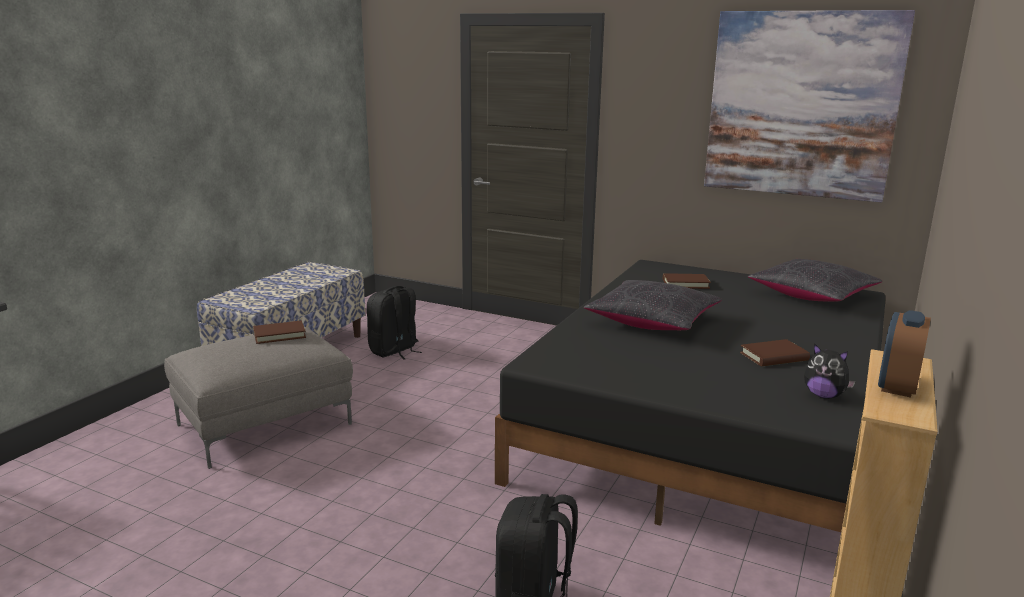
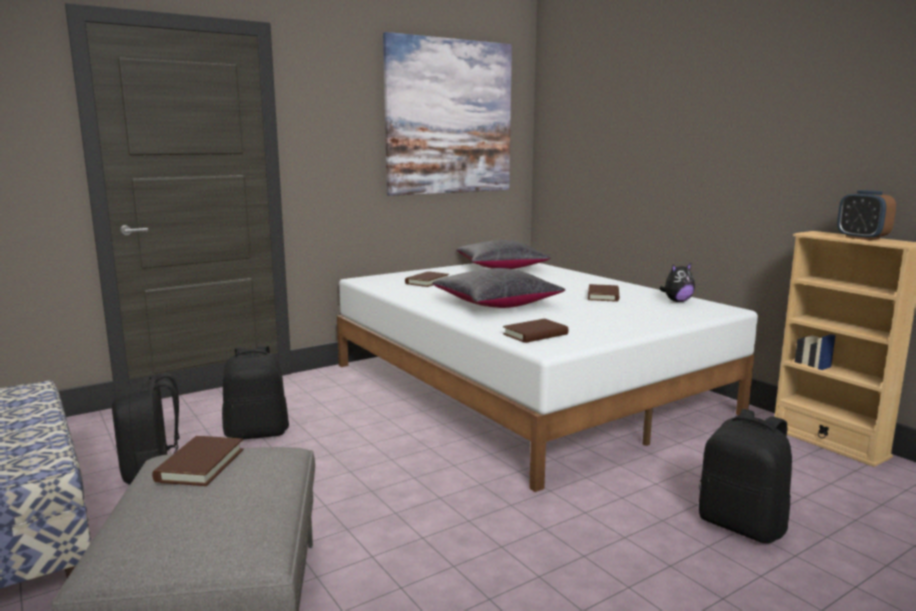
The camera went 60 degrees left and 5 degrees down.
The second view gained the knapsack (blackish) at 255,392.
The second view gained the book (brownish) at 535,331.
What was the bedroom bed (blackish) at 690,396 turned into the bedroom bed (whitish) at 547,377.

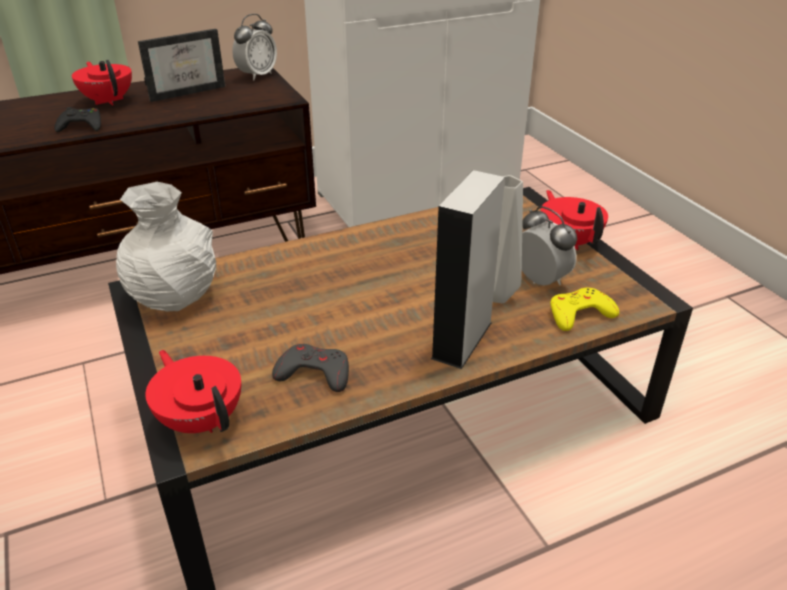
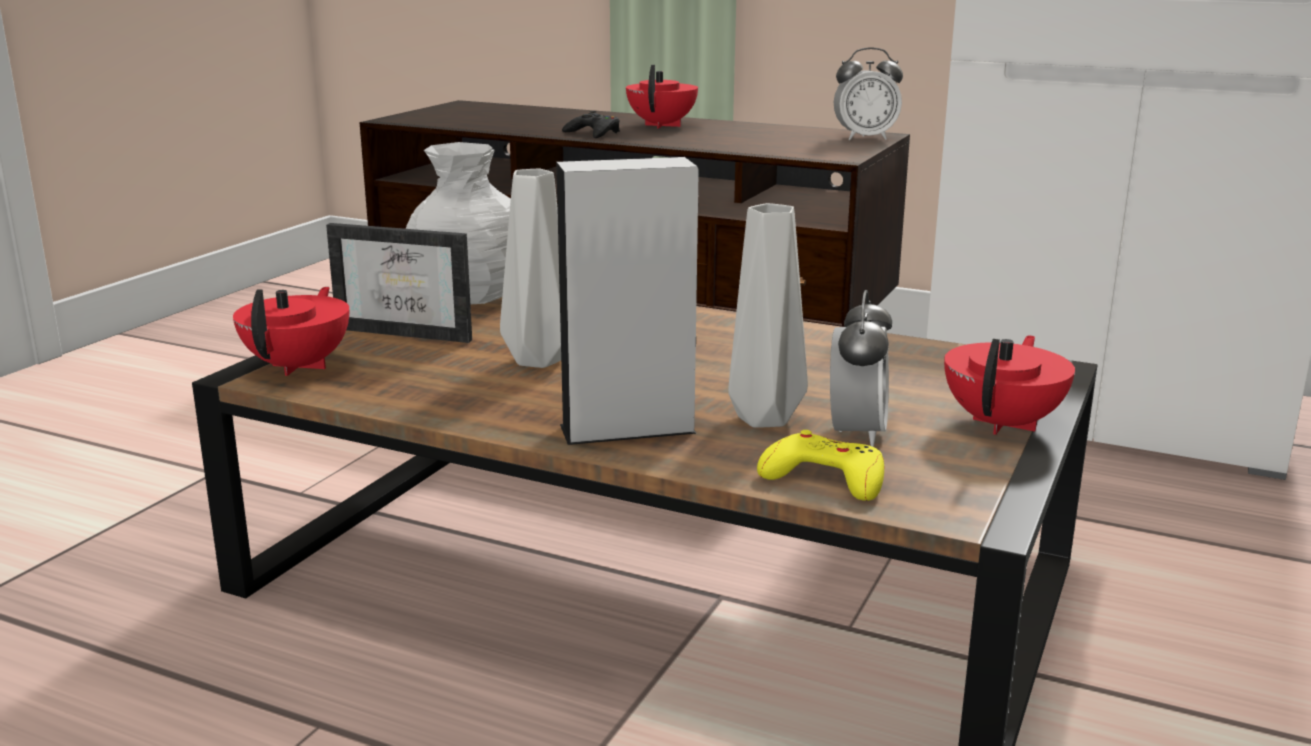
The camera went 50 degrees right and 15 degrees down.
The second view lost the joypad (gray) at 310,368.
The second view gained the vase (gray) at 530,268.
The standing frame ended up elsewhere, having gone from 181,65 to 399,283.

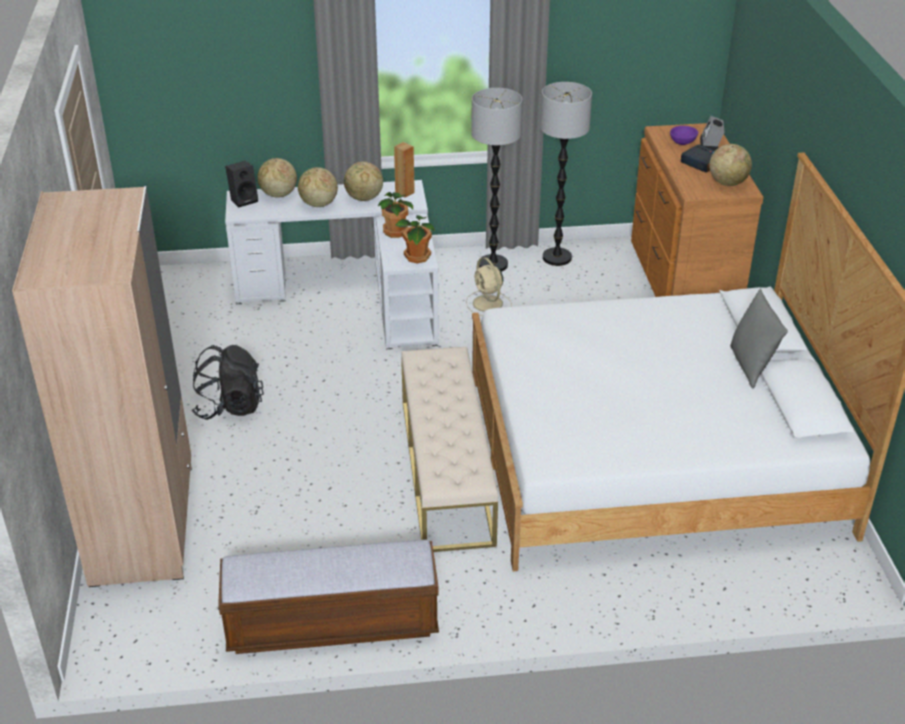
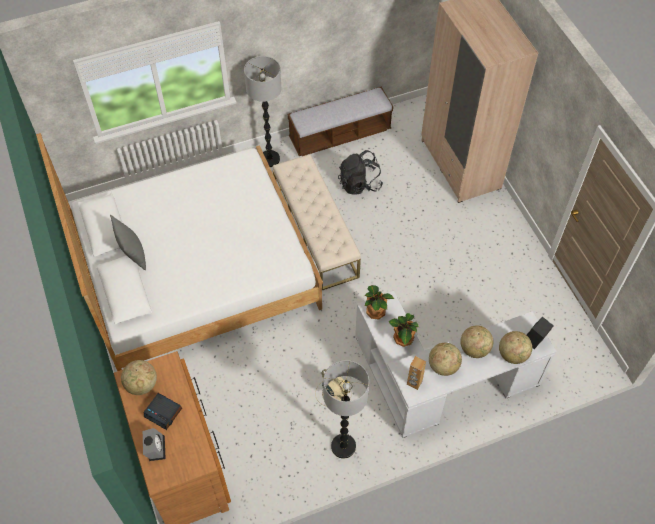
The camera went 165 degrees right and 20 degrees up.
The second view lost the serving bowl (purple-coloured) at 684,135.
The knapsack (blackish) ended up elsewhere, having gone from 228,382 to 360,172.
The standing lamp ended up elsewhere, having gone from 566,174 to 262,111.

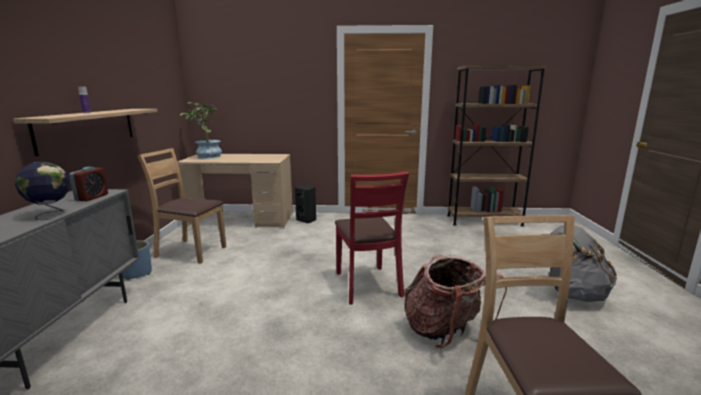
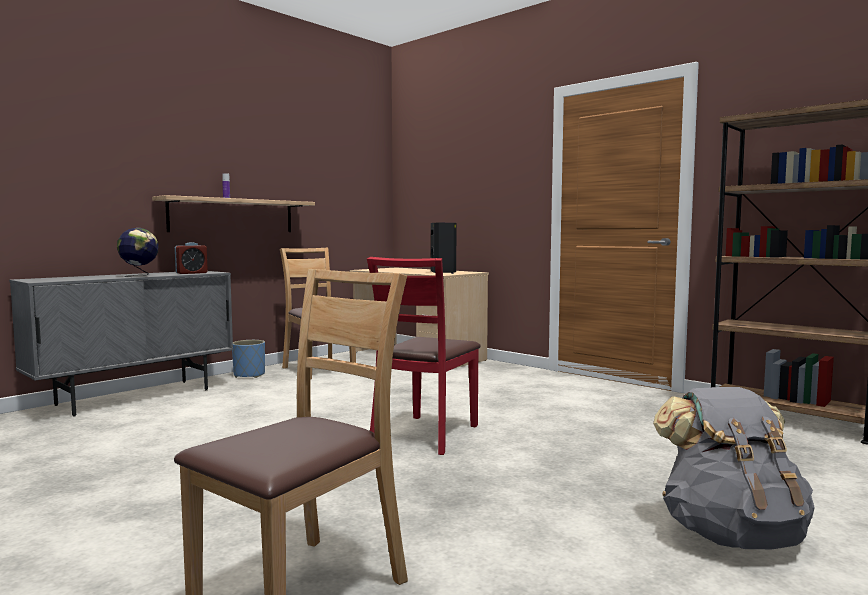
The camera went 40 degrees right and 10 degrees down.
The second view lost the potted plant at 201,130.
The second view lost the knapsack at 456,302.
The speaker (blackish) ended up elsewhere, having gone from 305,204 to 443,248.

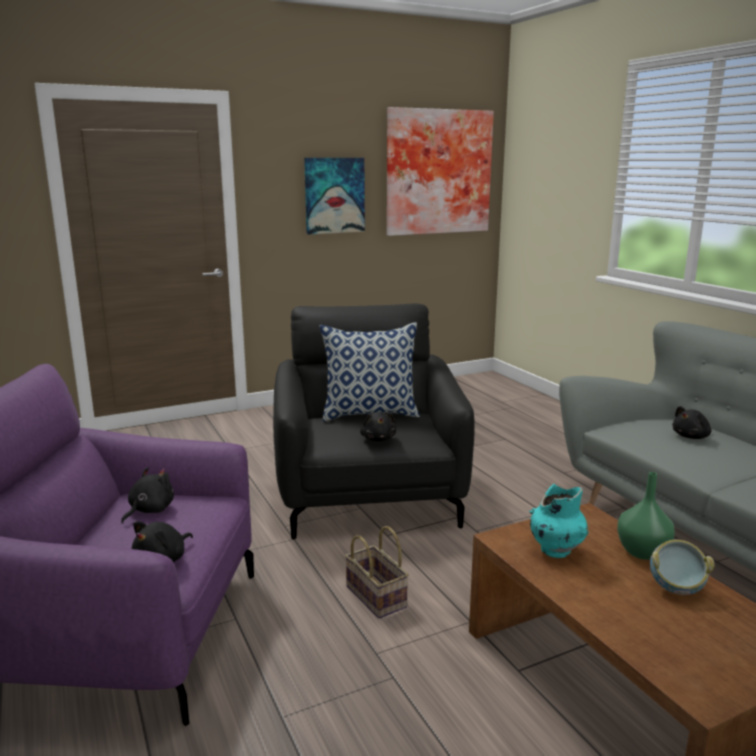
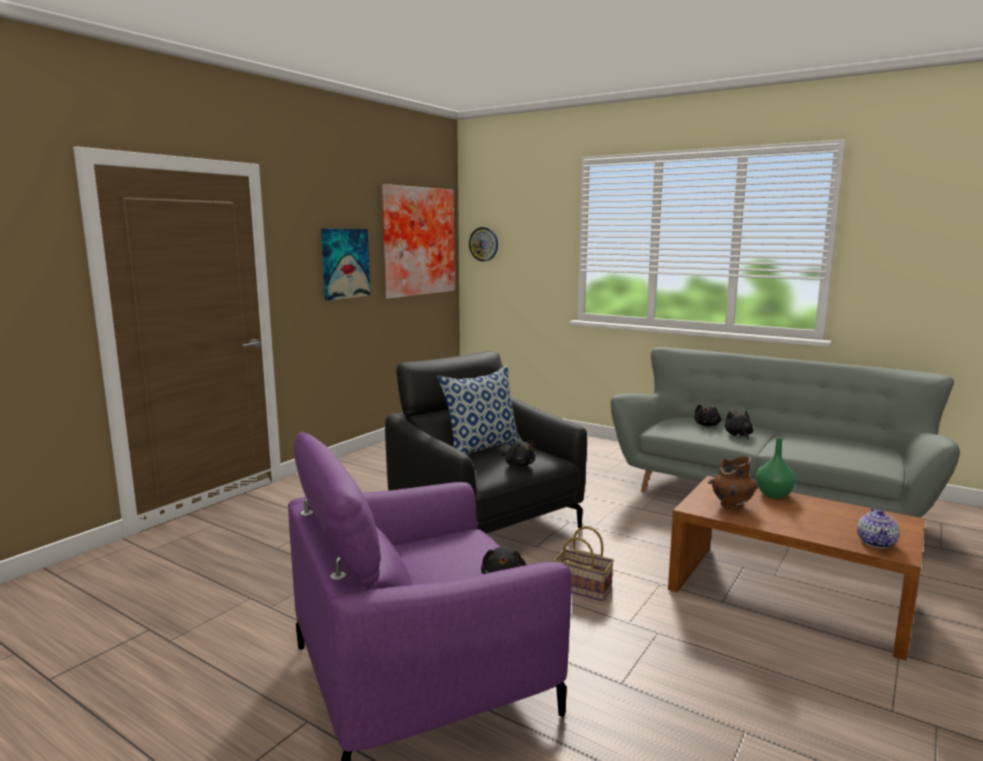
The camera went 30 degrees left and 5 degrees down.
The second view lost the serving bowl at 682,567.
The second view gained the wall clock at 483,244.
The second view gained the tea pot at 878,528.
The soft toy (blackish) ended up elsewhere, having gone from 147,495 to 739,425.
What was the vase (turquoise-coloured) at 559,521 turned into the vase (brownish) at 733,483.

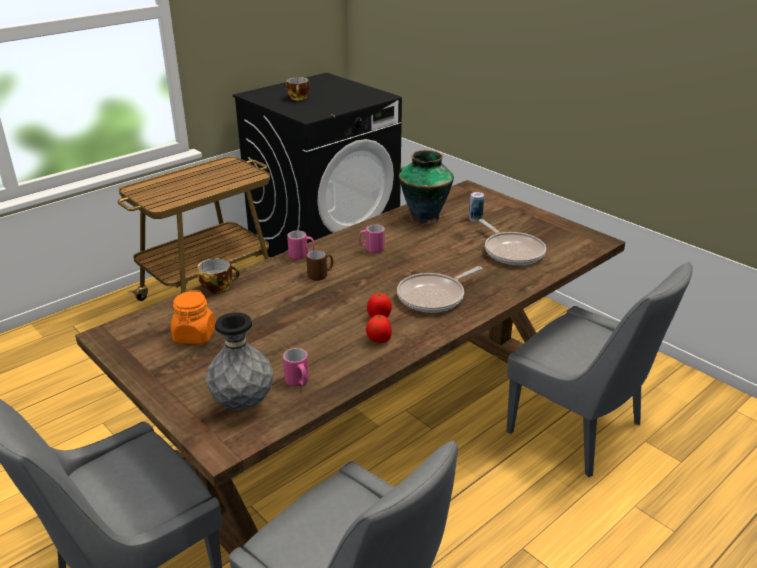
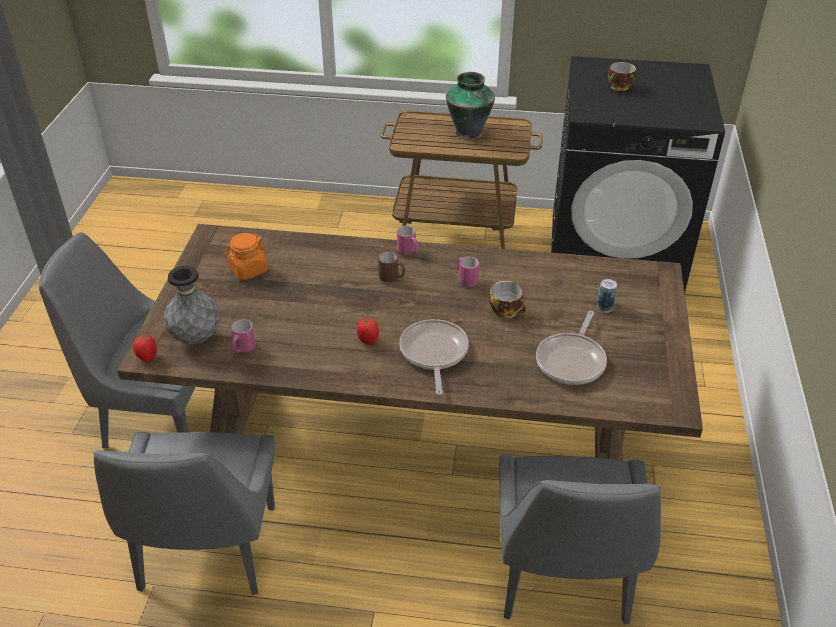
The camera went 50 degrees right and 10 degrees up.
The cup ended up elsewhere, having gone from 219,276 to 508,300.
The whole tomato ended up elsewhere, having gone from 379,328 to 145,348.
The vase ended up elsewhere, having gone from 426,187 to 470,106.
The skillet at 439,289 ended up facing another way, 75 degrees clockwise from before.

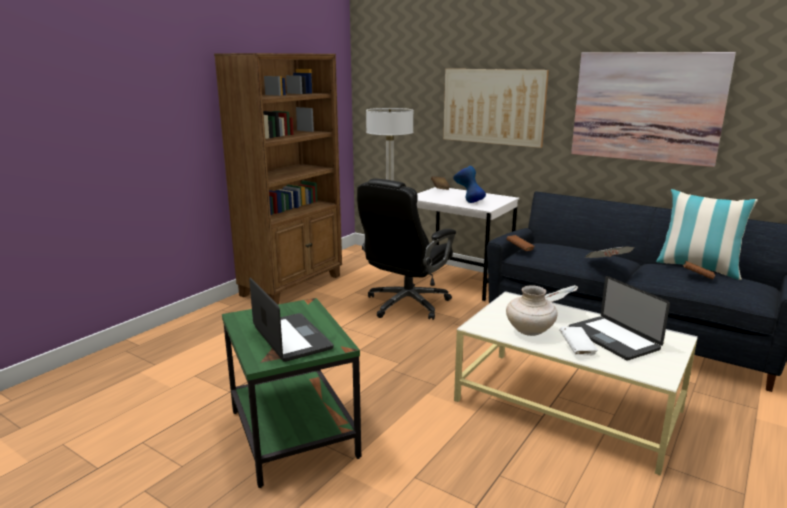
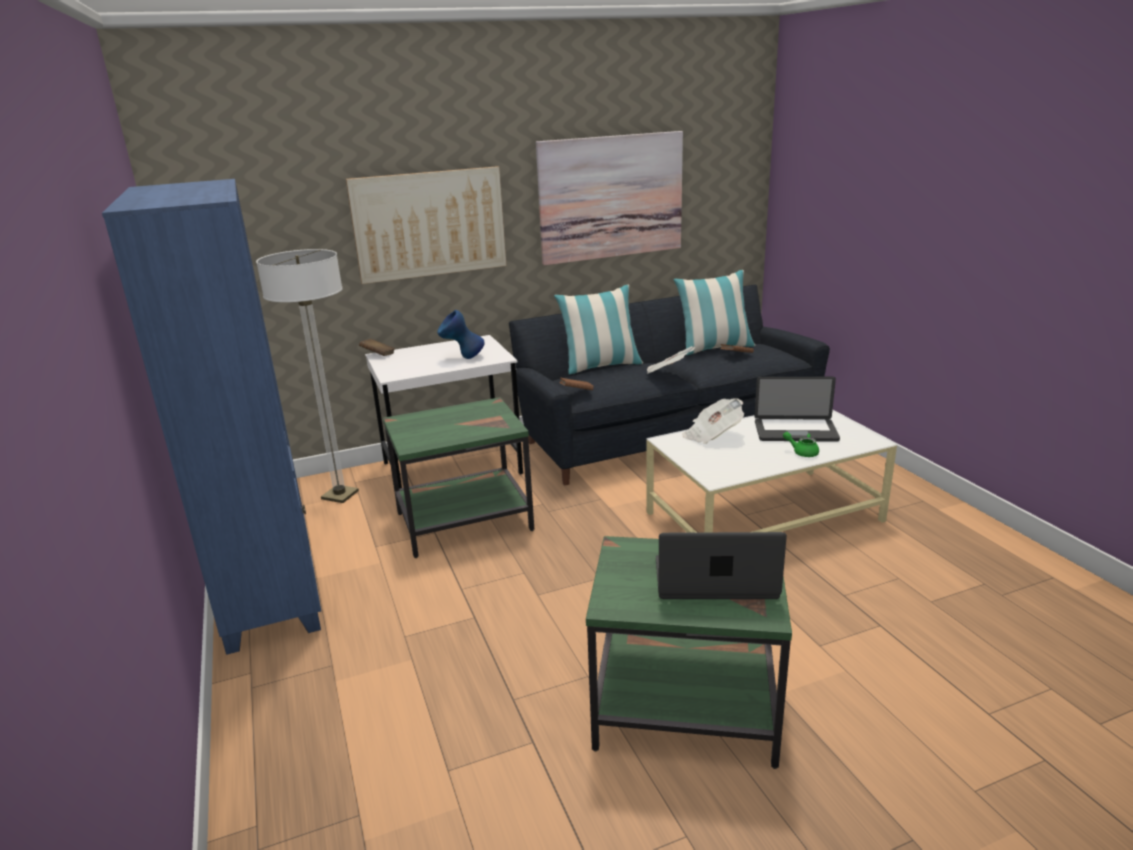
The camera went 55 degrees left and 5 degrees up.
The second view lost the vase (beige-coloured) at 532,310.
The second view gained the cushion at 598,329.
Where the computer chair (blackish) stood at 406,249, the end table (green) came to stand at 458,477.
Where the book (whitish) stood at 578,340, the tea pot (green) came to stand at 801,444.
What was the bookshelf (brownish) at 278,179 turned into the bookshelf (bluish) at 211,417.

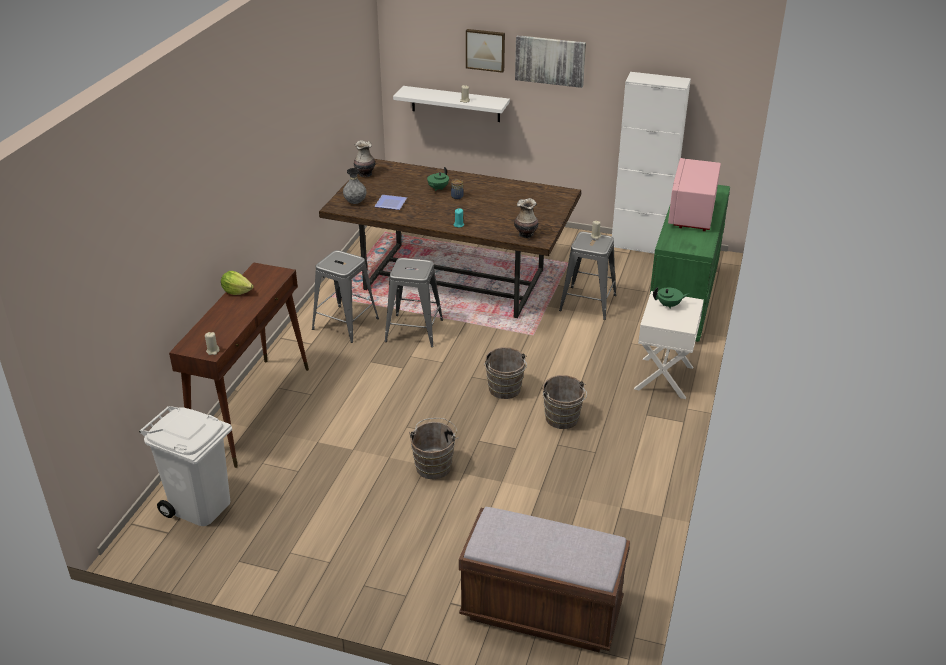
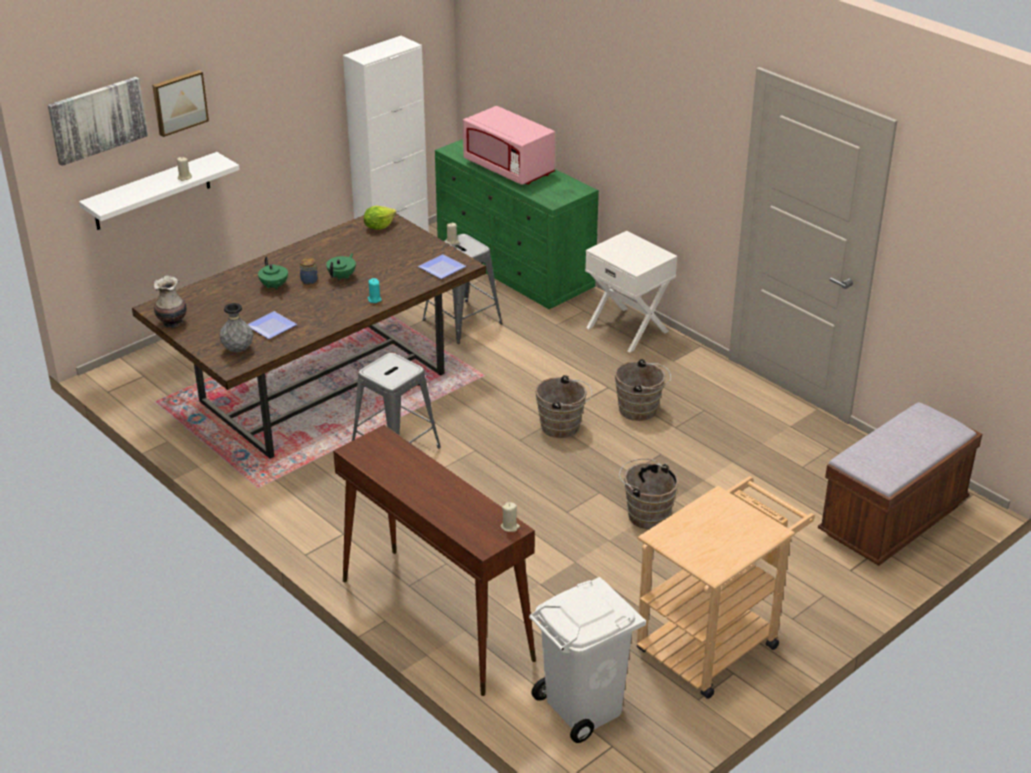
The camera went 60 degrees left and 0 degrees up.
The second view lost the stool seat (gray) at 345,296.
The second view gained the trolley (beige-coloured) at 726,587.
The lettuce head ended up elsewhere, having gone from 237,283 to 380,218.
The wall picture ended up elsewhere, having gone from 550,61 to 98,121.
The tea pot (green) ended up elsewhere, having gone from 671,298 to 341,266.
Where the vase stood at 526,218, the flat dish came to stand at 442,266.

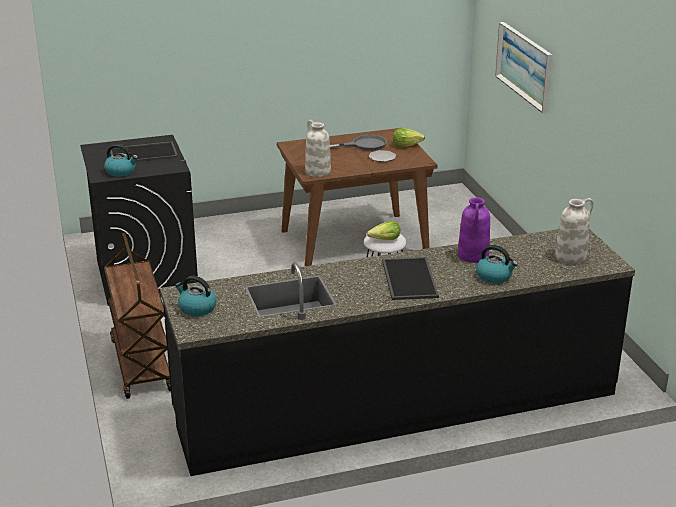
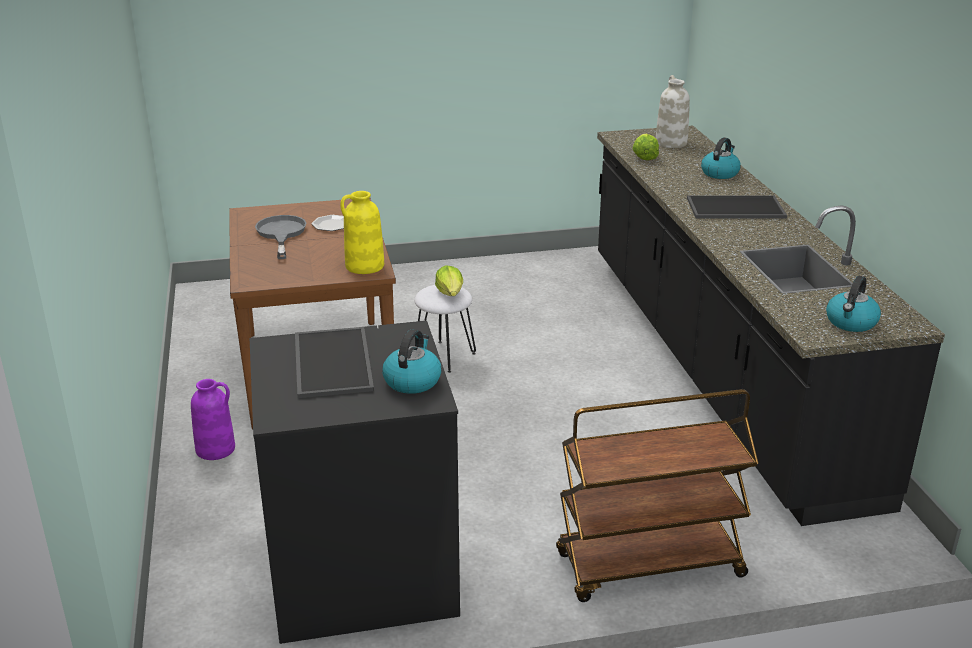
The camera went 85 degrees left and 0 degrees up.
The second view lost the wall picture at 523,67.
The lettuce head ended up elsewhere, having gone from 409,137 to 645,147.
The vase (purple-coloured) ended up elsewhere, having gone from 474,230 to 213,419.
What was the vase (whitish) at 318,148 turned into the vase (yellow) at 362,232.

